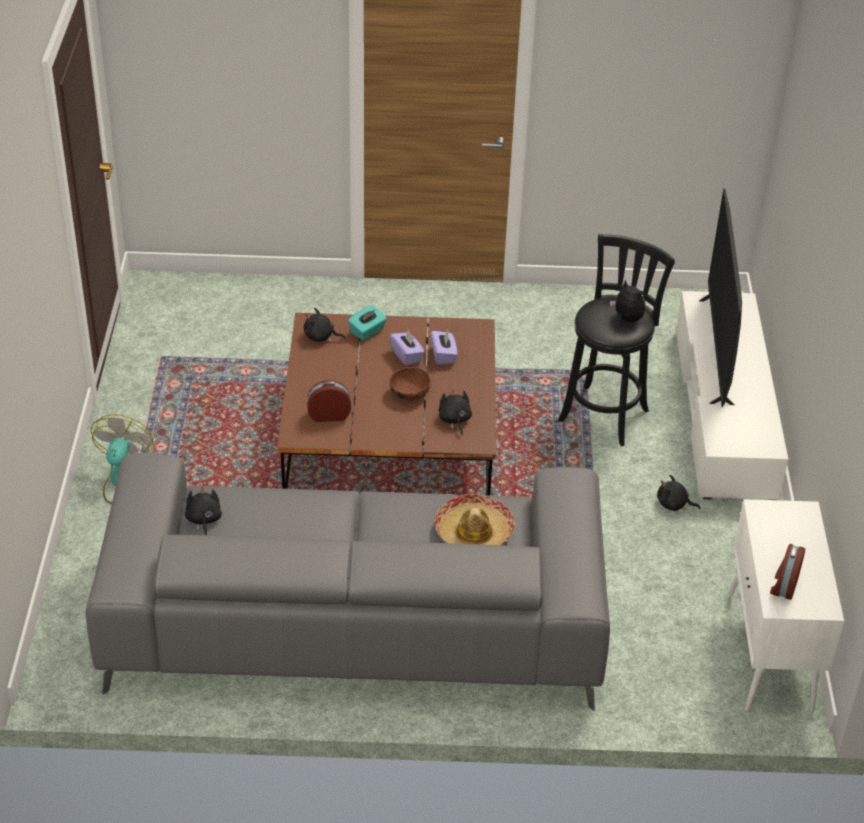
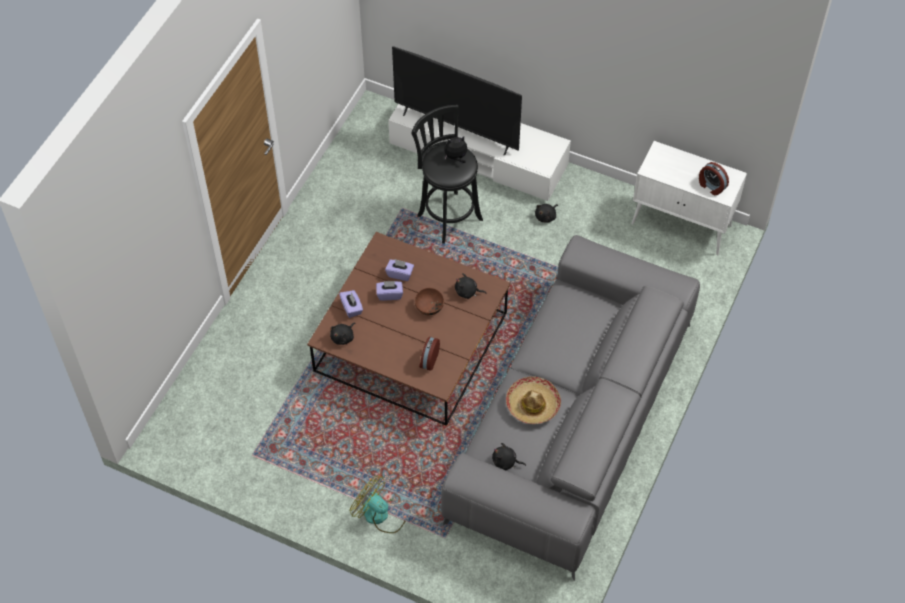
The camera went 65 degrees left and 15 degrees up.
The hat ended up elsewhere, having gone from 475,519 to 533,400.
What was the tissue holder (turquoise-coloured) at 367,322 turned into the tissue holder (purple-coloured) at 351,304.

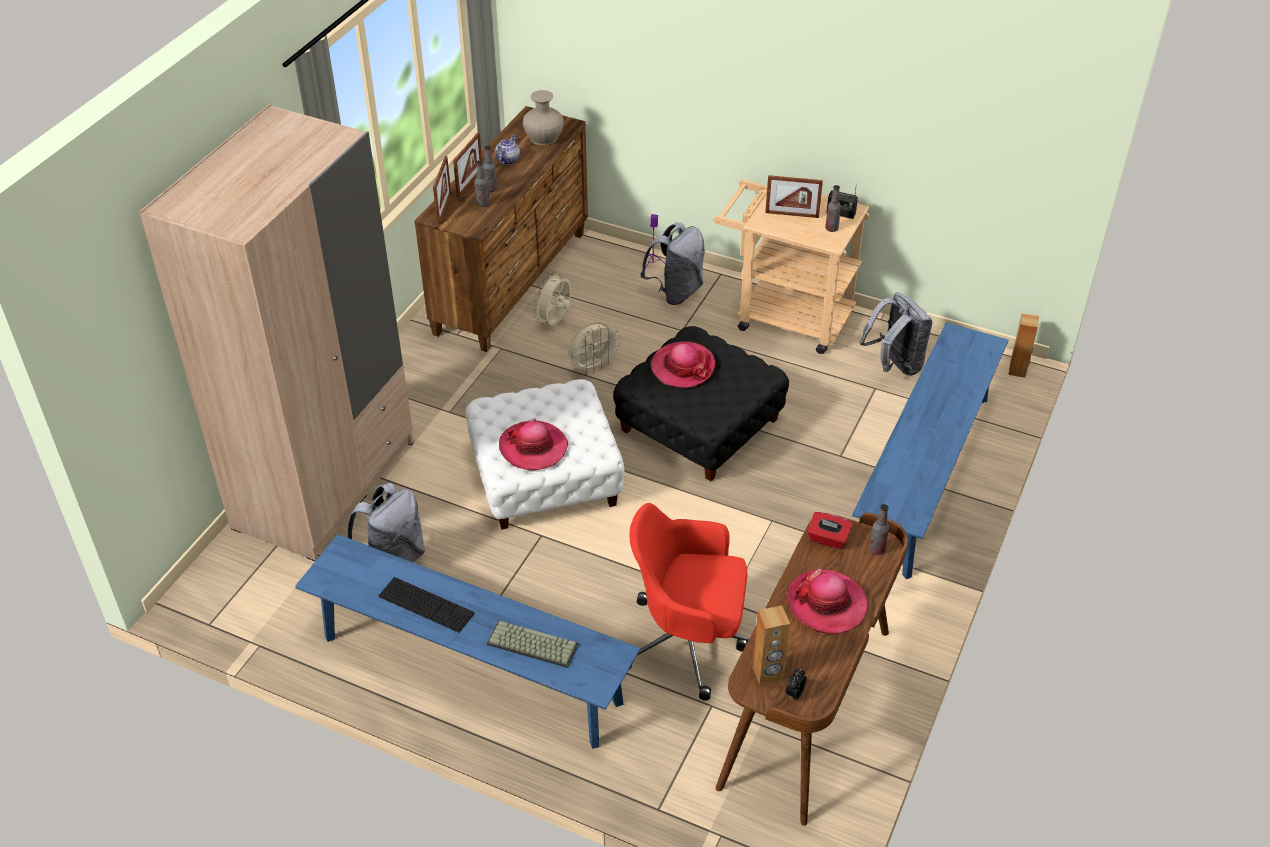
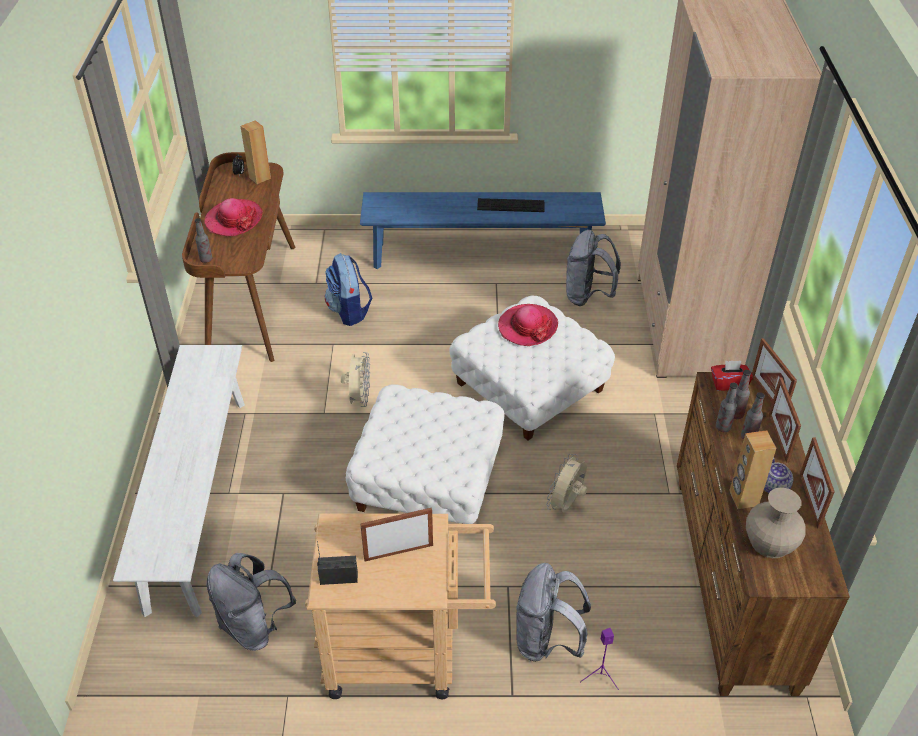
The camera went 155 degrees right and 0 degrees up.
The second view lost the computer keyboard at 532,644.
The second view lost the hat at 683,364.
The second view gained the standing frame at 817,483.
The cooling fan (beige-coloured) ended up elsewhere, having gone from 552,299 to 355,379.
The tissue holder (reddish) ended up elsewhere, having gone from 830,530 to 732,376.
The drink bottle ended up elsewhere, having gone from 833,208 to 726,407.
The speaker (brownish) ended up elsewhere, having gone from 1024,346 to 752,469.
Where the computer chair (reddish) stood at 689,602, the knapsack came to stand at 348,289.
What was the ottoman (blackish) at 701,403 turned into the ottoman (whitish) at 425,454.
What was the long seat (bluish) at 930,450 turned into the long seat (whitish) at 179,481.

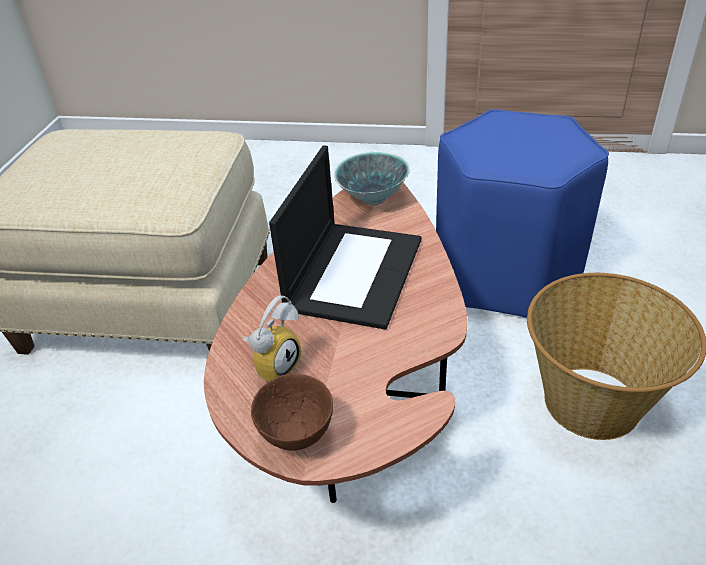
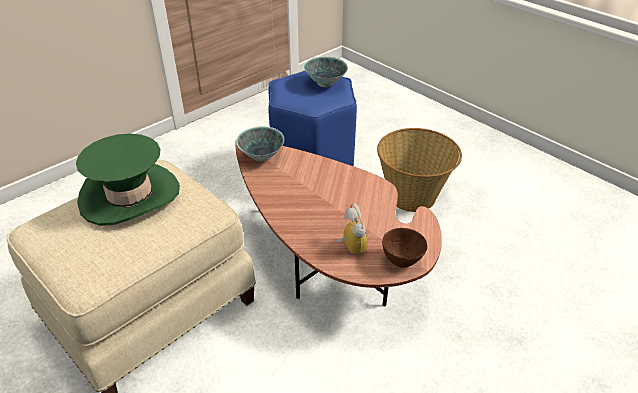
The camera went 55 degrees left and 0 degrees up.
The second view lost the laptop at 345,237.
The second view gained the hat (green) at 128,179.
The second view gained the serving bowl at 325,71.

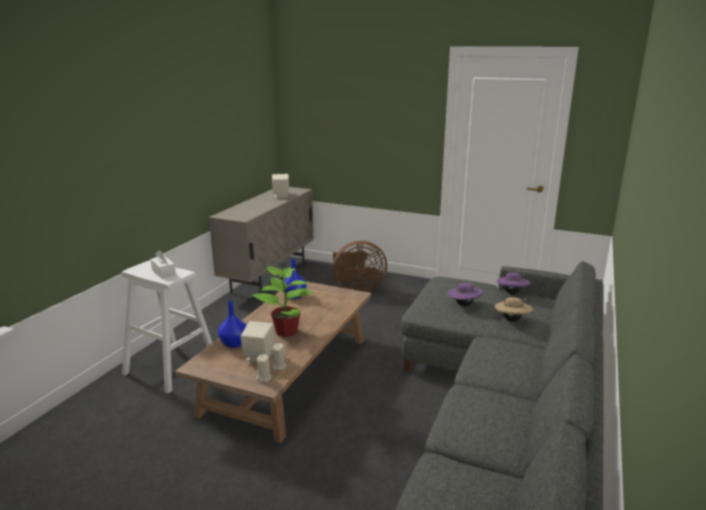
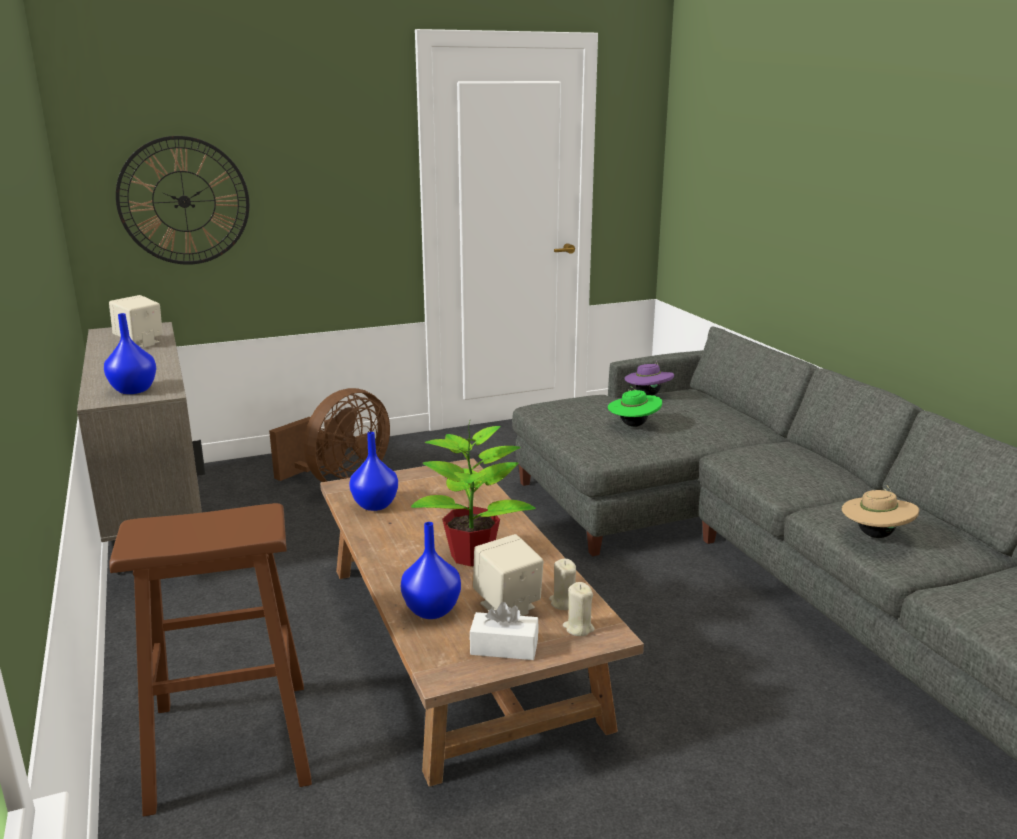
The camera went 45 degrees left and 0 degrees up.
The second view gained the vase (bluish) at 130,353.
The second view gained the wall clock at 182,200.
The tissue holder (whitish) ended up elsewhere, having gone from 163,264 to 504,631.
The hat (beige-coloured) ended up elsewhere, having gone from 514,309 to 880,511.
What was the stool seat (whitish) at 167,327 turned into the stool seat (brownish) at 210,659.
What was the hat (purple-coloured) at 465,294 turned into the hat (green) at 635,407.

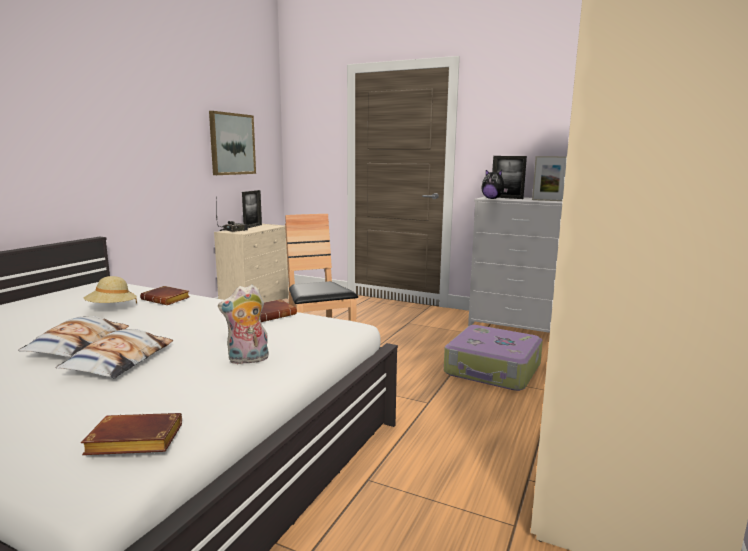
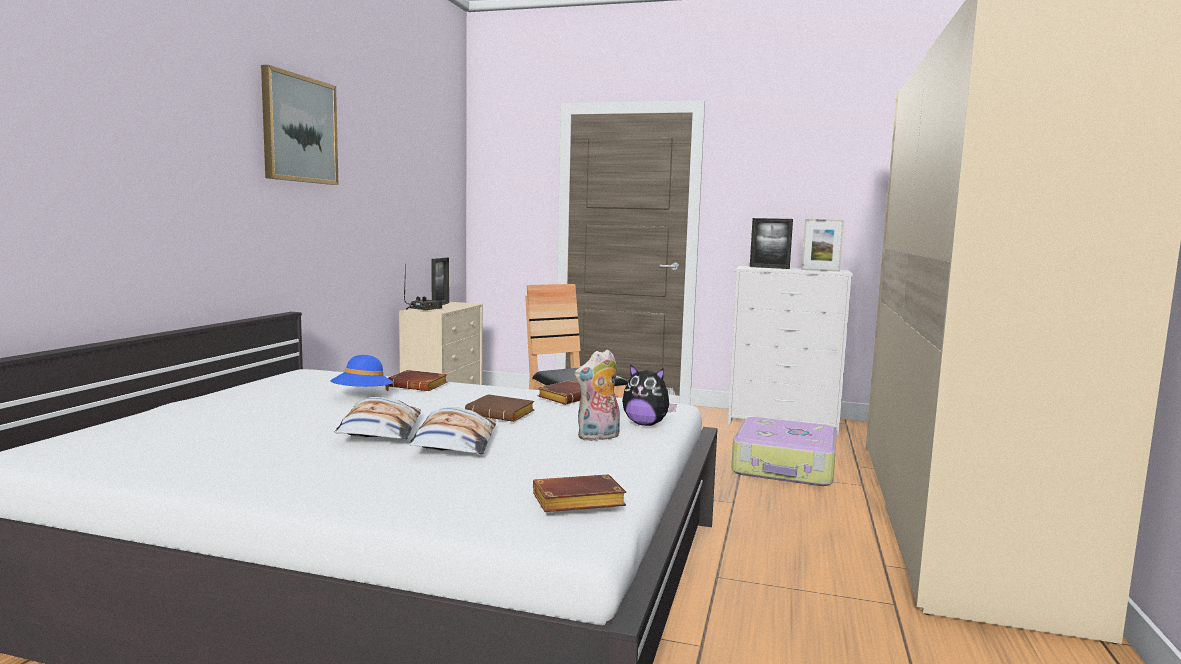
The camera went 10 degrees left and 5 degrees down.
The second view gained the book (brownish) at 499,408.
The wall picture ended up elsewhere, having gone from 232,143 to 300,125.
The soft toy ended up elsewhere, having gone from 494,184 to 649,395.
What was the hat (beige-coloured) at 110,290 turned into the hat (bluish) at 361,373.

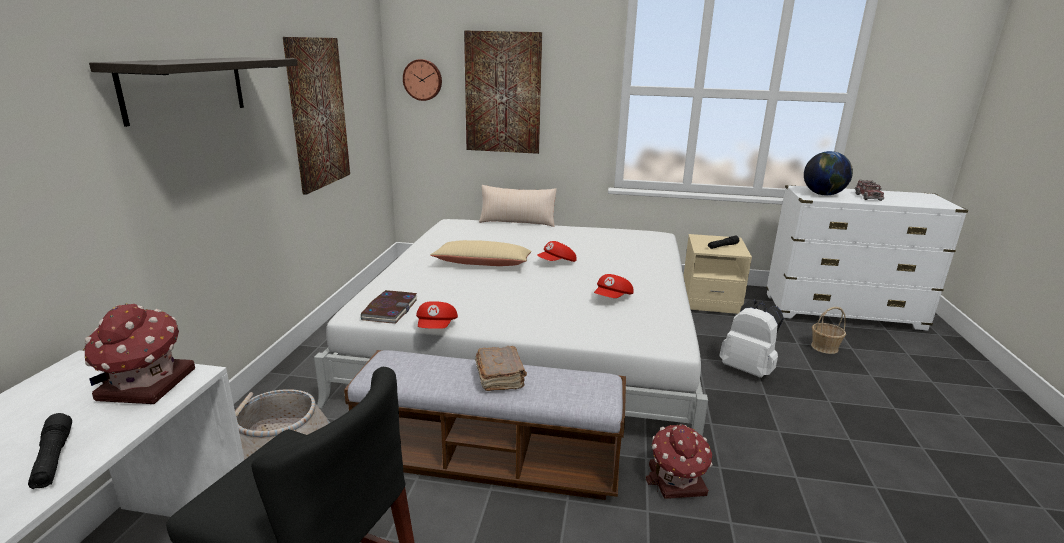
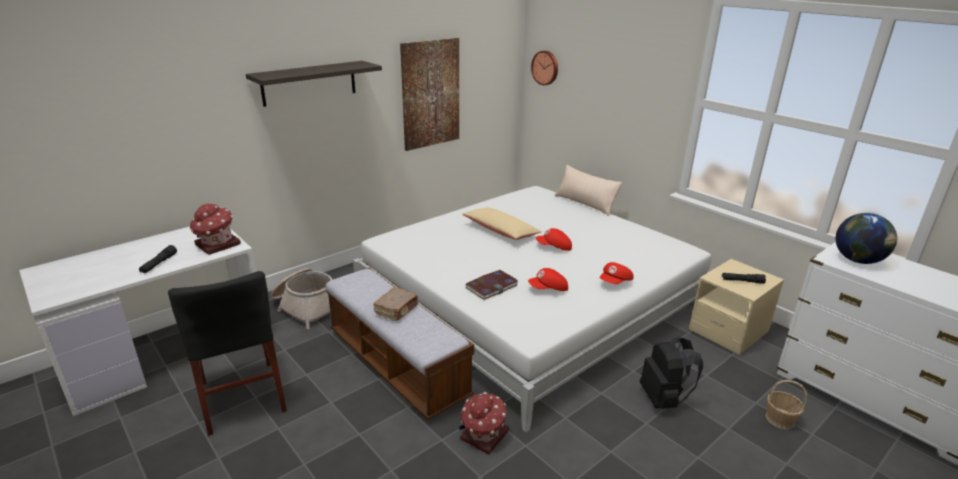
The camera went 40 degrees right and 5 degrees up.
The second view lost the wall picture at 503,92.
The second view lost the model truck at 869,190.
The book ended up elsewhere, having gone from 389,307 to 492,285.
The peaked cap (reddish) ended up elsewhere, having gone from 437,315 to 616,273.
What was the knapsack (whitish) at 751,339 turned into the knapsack (blackish) at 671,373.

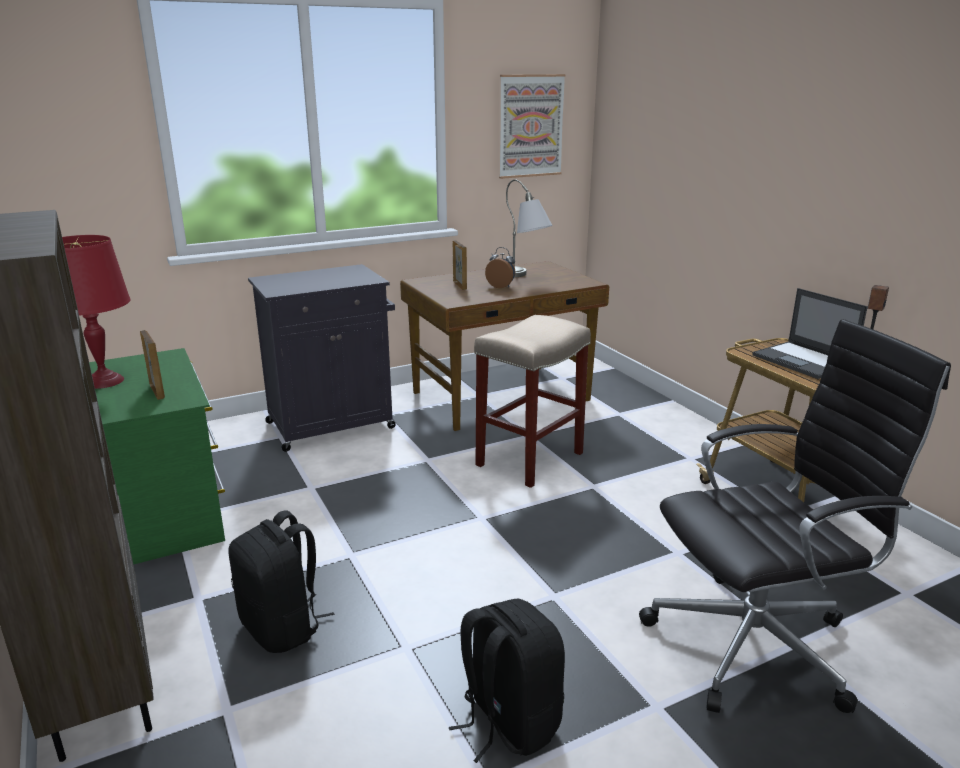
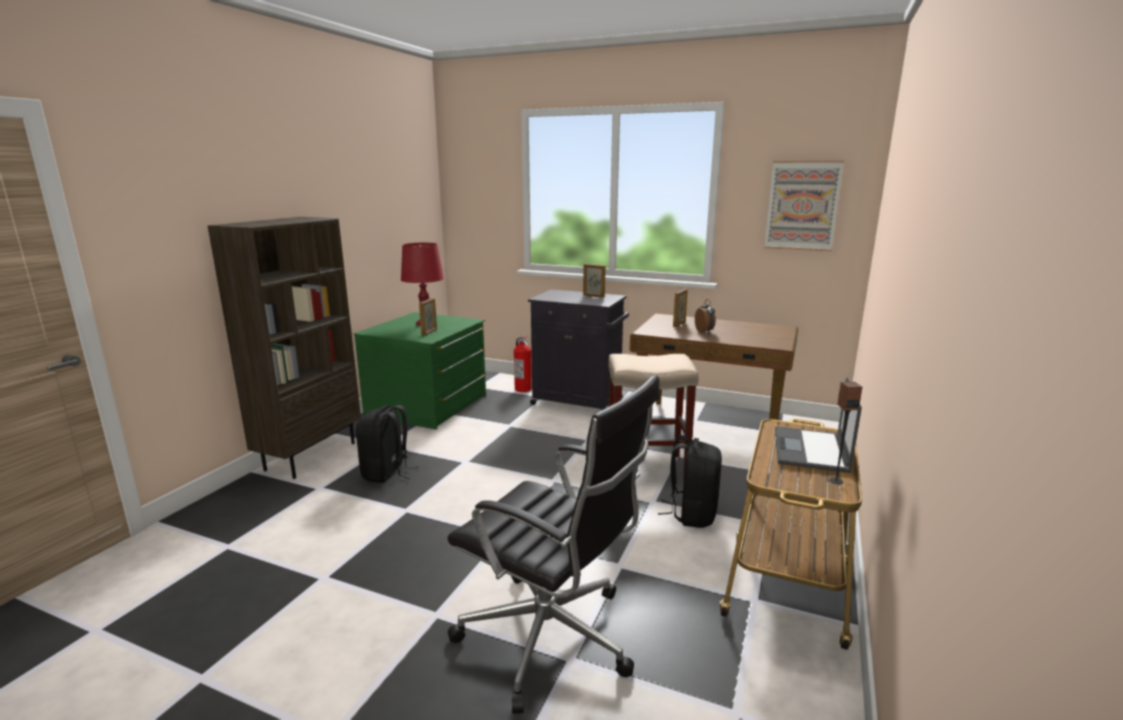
The camera went 50 degrees right and 5 degrees down.
The second view lost the tabletop lamp (gray) at 529,228.
The second view gained the fire extinguisher at 523,364.
The second view gained the standing frame at 594,281.
The knapsack (blackish) ended up elsewhere, having gone from 507,681 to 690,481.

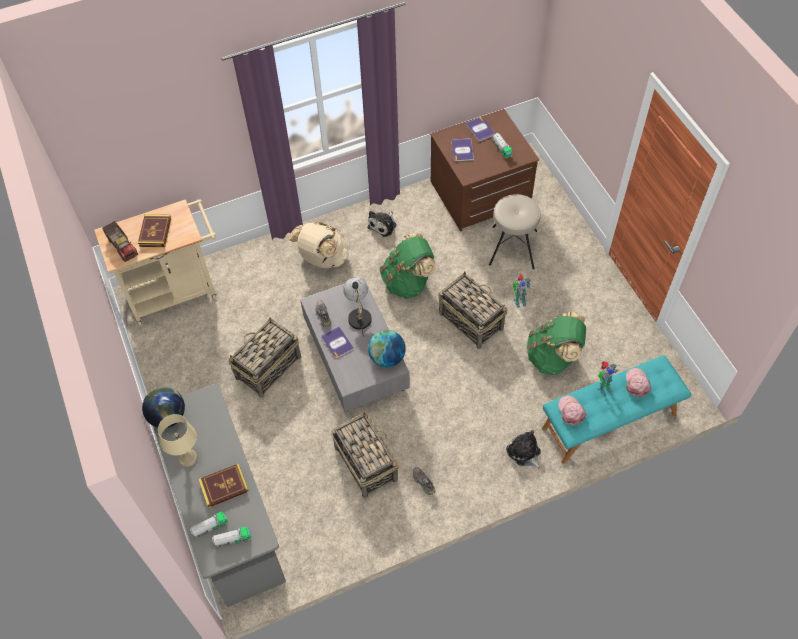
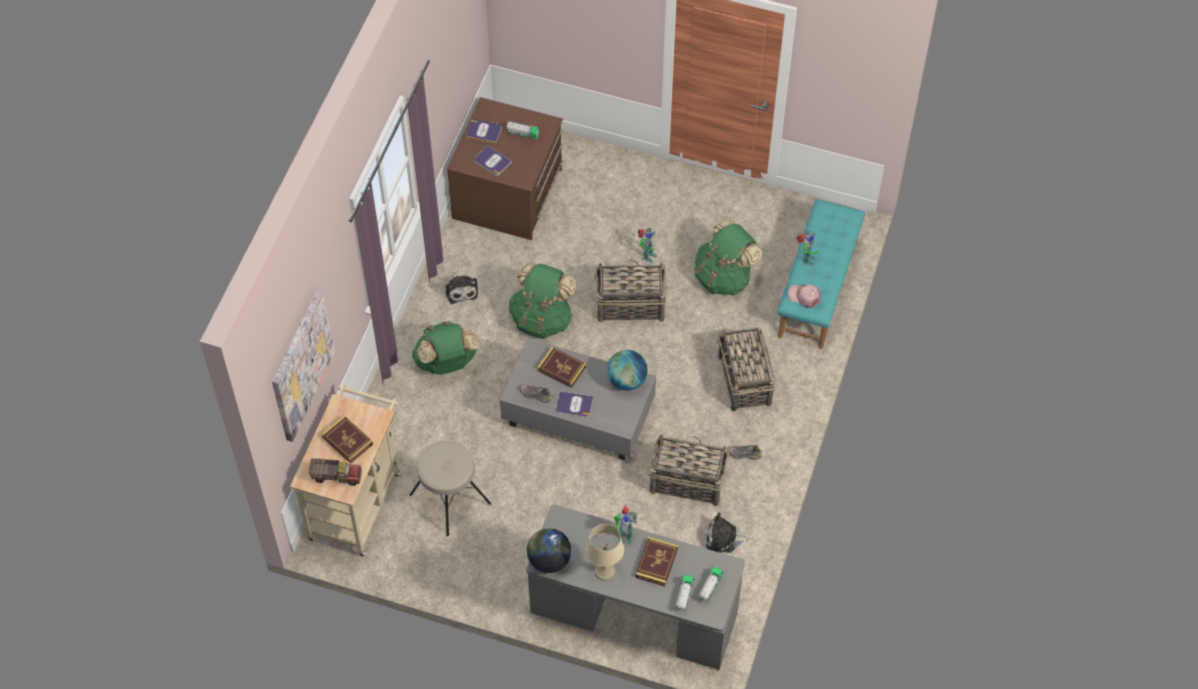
The camera went 50 degrees left and 0 degrees up.
The second view lost the peaked cap (pink) at 638,383.
The second view gained the wall picture at 303,366.
The second view gained the toy robot at 625,525.
The storage basket ended up elsewhere, having gone from 264,357 to 746,369.
The stool seat (beige-coloured) ended up elsewhere, having gone from 515,232 to 450,488.
The soft toy ended up elsewhere, having gone from 524,449 to 727,533.
Where the tabletop lamp stood at 357,307, the book came to stand at 561,367.
What was the knapsack (beige-coloured) at 319,244 turned into the knapsack (green) at 445,348.

